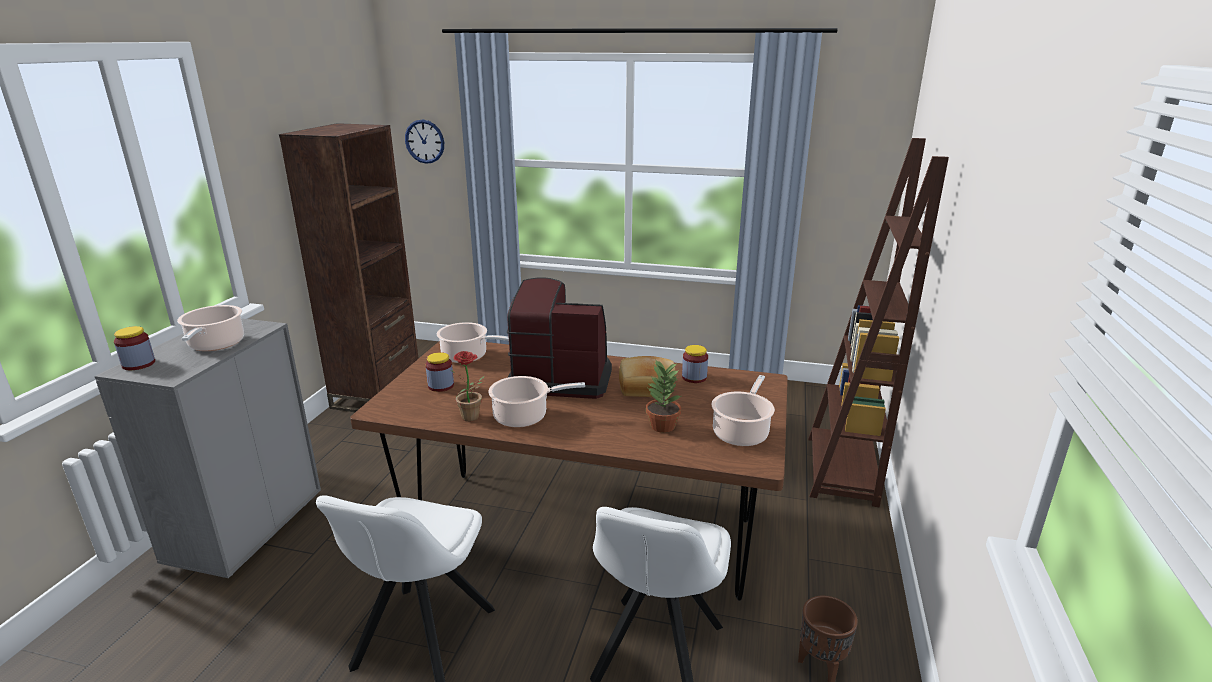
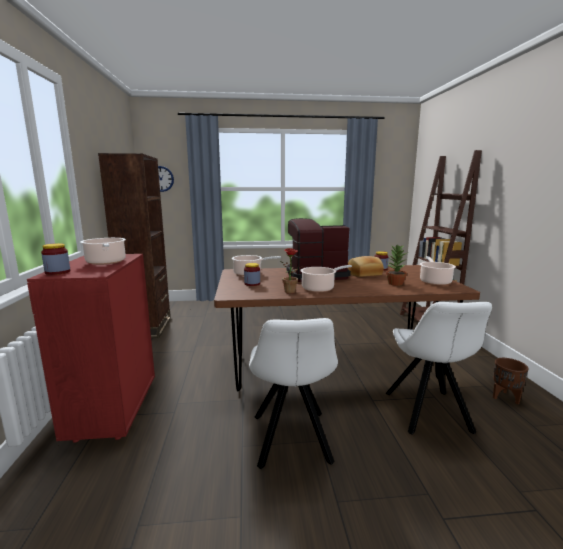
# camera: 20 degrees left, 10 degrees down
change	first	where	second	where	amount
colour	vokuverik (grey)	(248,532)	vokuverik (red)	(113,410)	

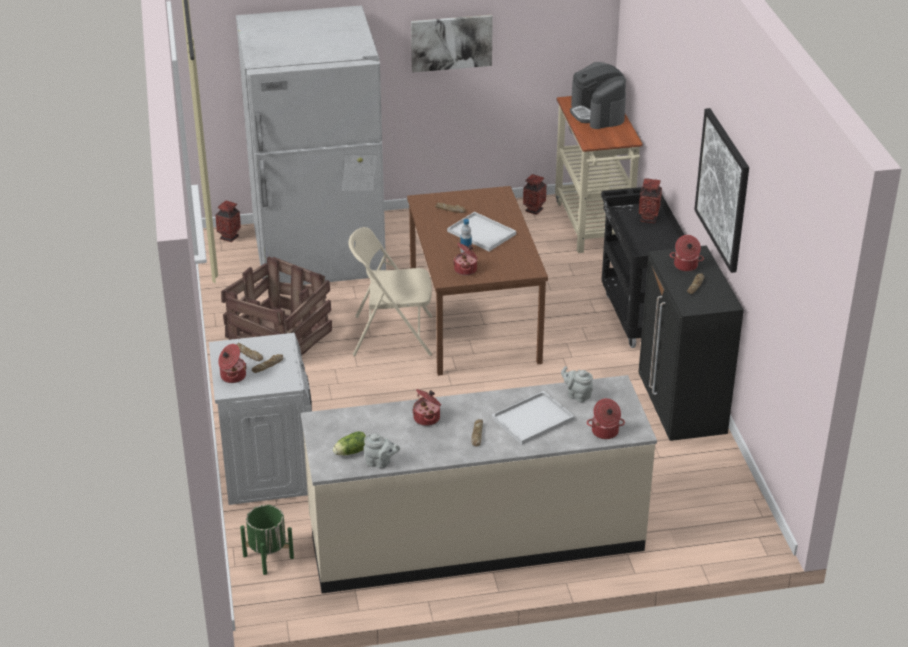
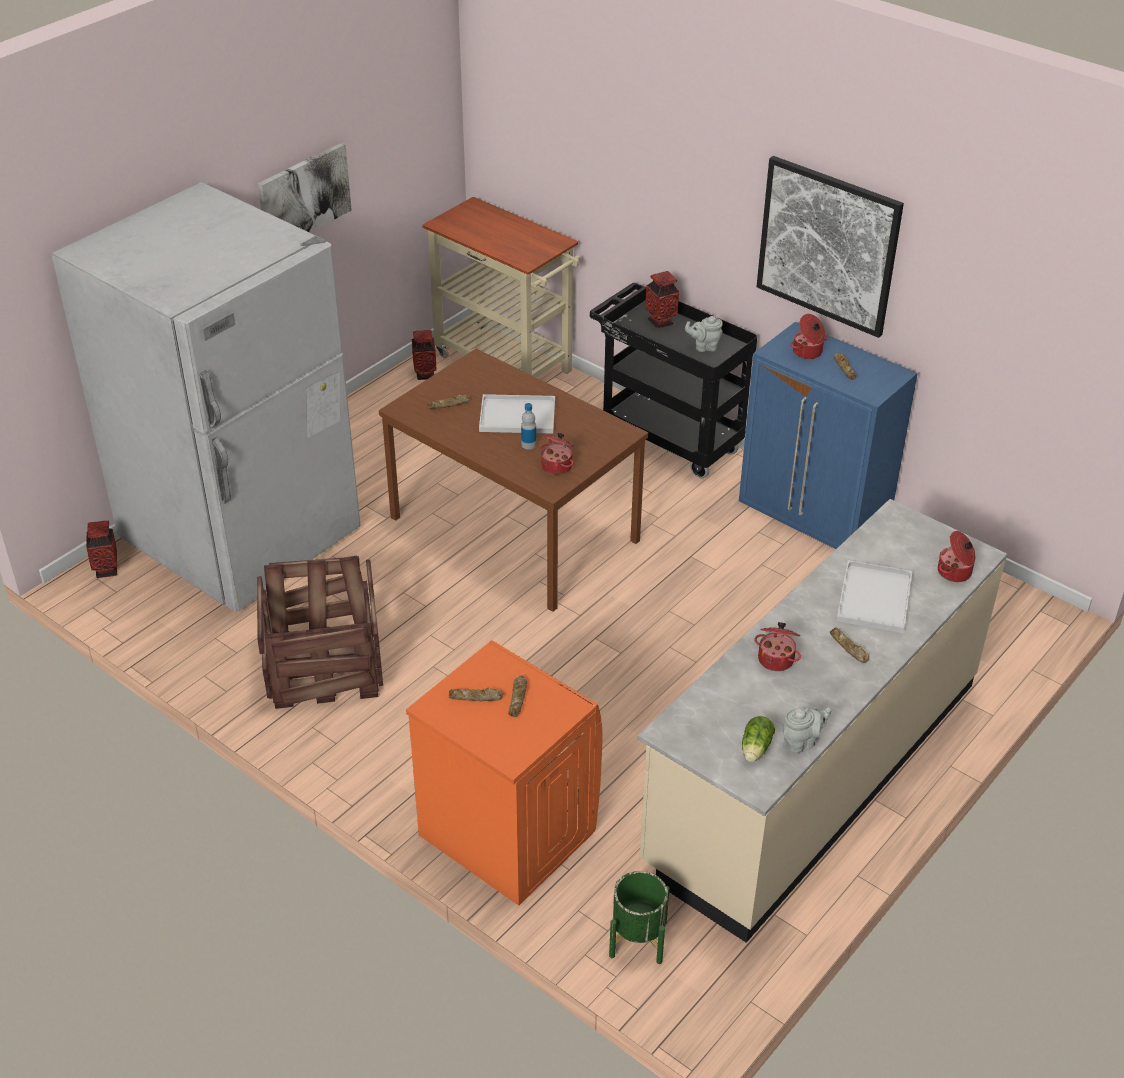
# camera: 40 degrees left, 5 degrees up
change	first	where	second	where	amount
missing	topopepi	(232,376)			
missing	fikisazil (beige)	(393,335)			
missing	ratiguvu	(597,113)			
relocated	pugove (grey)	(577,395)		(704,347)	
colour	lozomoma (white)	(267,470)	lozomoma (orange)	(507,833)	
colour	vokuverik (black)	(682,402)	vokuverik (blue)	(814,511)	

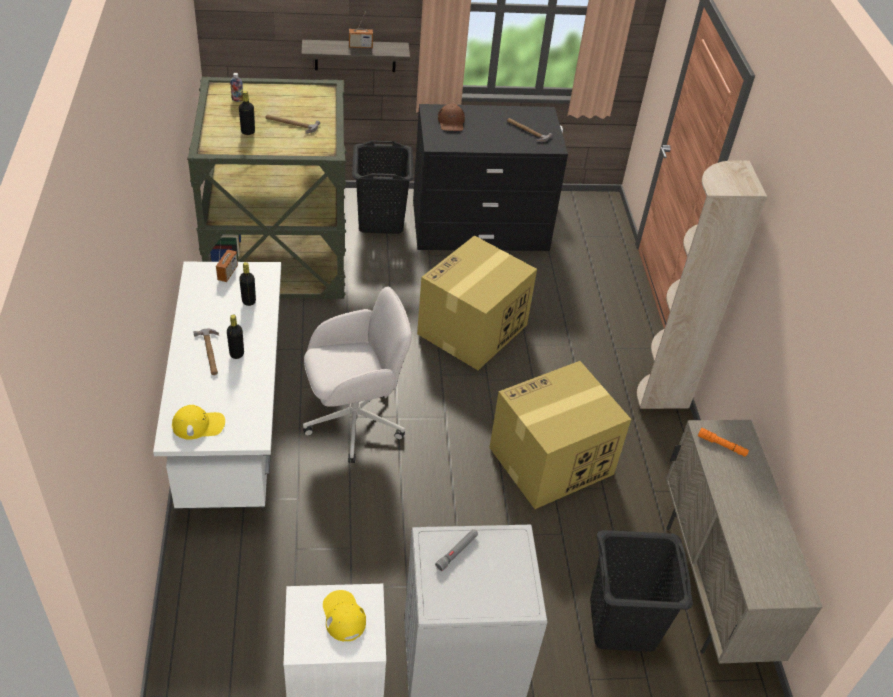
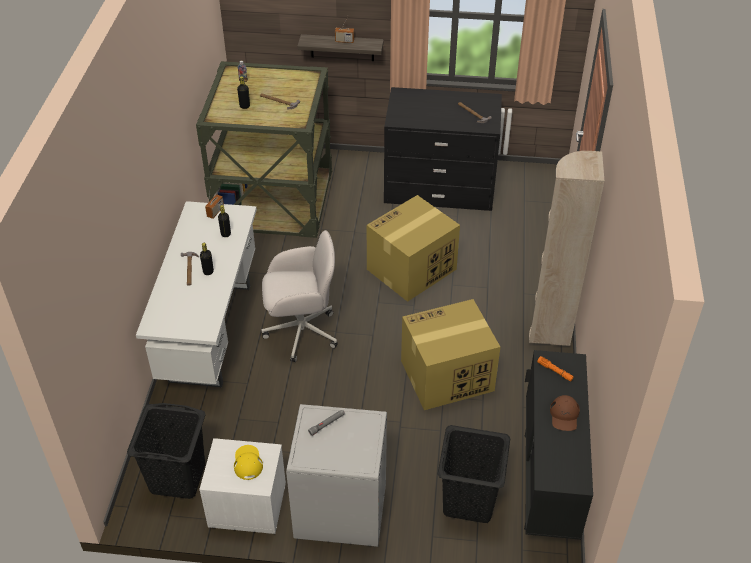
# camera: 15 degrees right, 0 degrees up
change	first	where	second	where	amount
missing	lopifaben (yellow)	(198,425)			
relocated	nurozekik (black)	(380,220)		(177,478)	
relocated	lopifaben (brown)	(451,122)		(564,415)	
colour	vokuverik (beige)	(711,587)	vokuverik (black)	(547,483)	

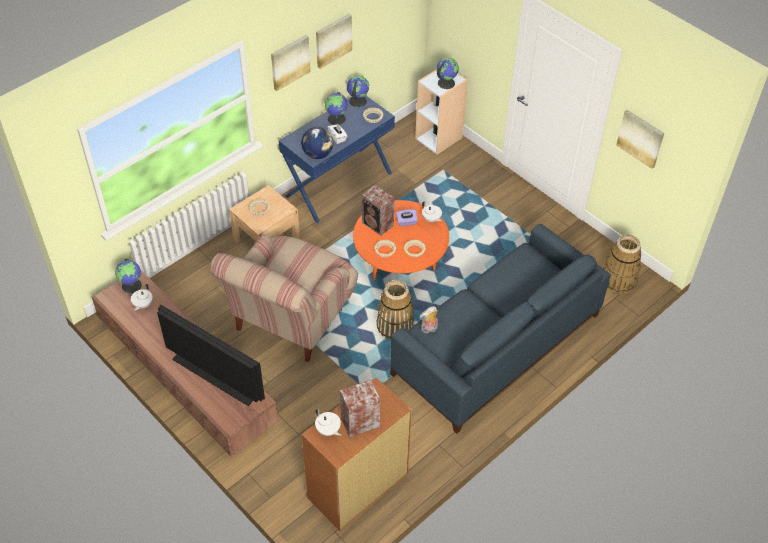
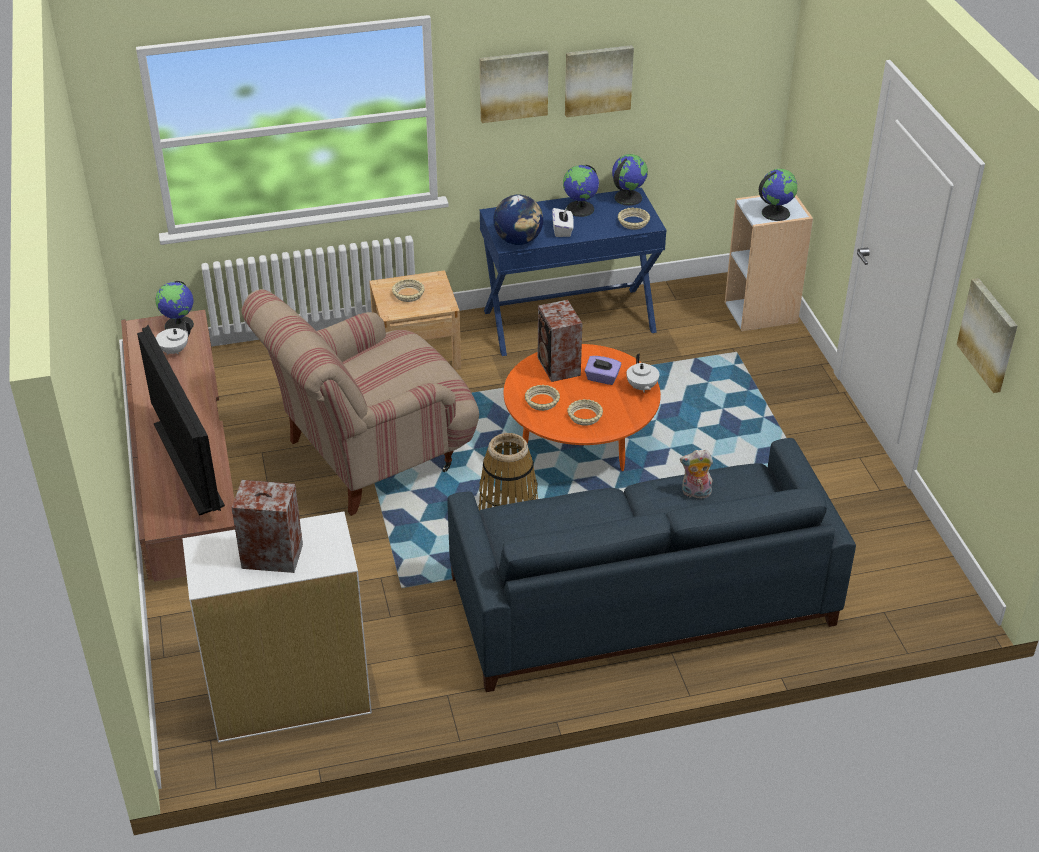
# camera: 30 degrees right, 10 degrees down
change	first	where	second	where	amount
missing	pugove (white)	(328,430)			
missing	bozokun	(618,280)			
relocated	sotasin	(429,329)		(695,493)	
colour	vokuverik (brown)	(357,486)	vokuverik (white)	(289,696)	

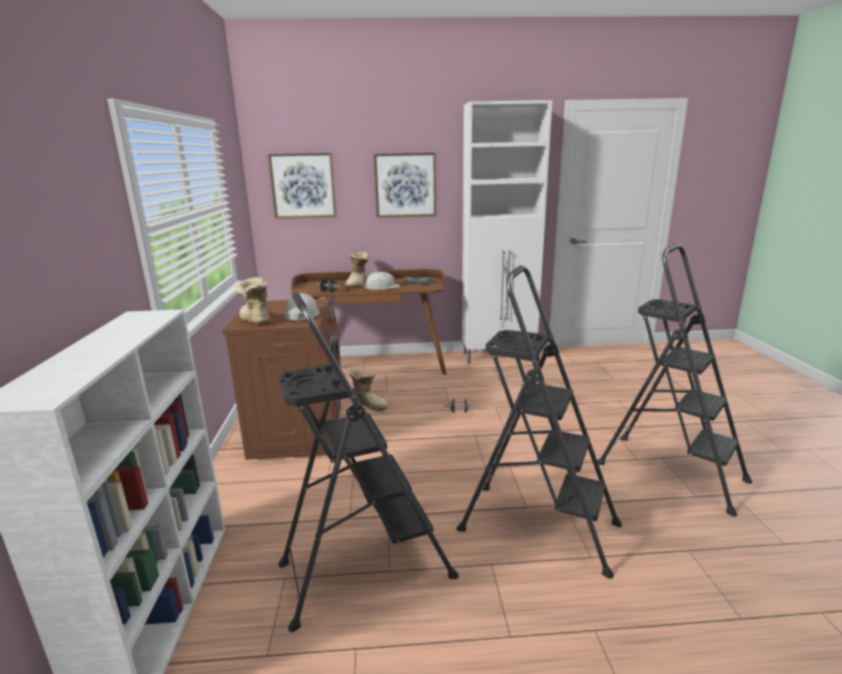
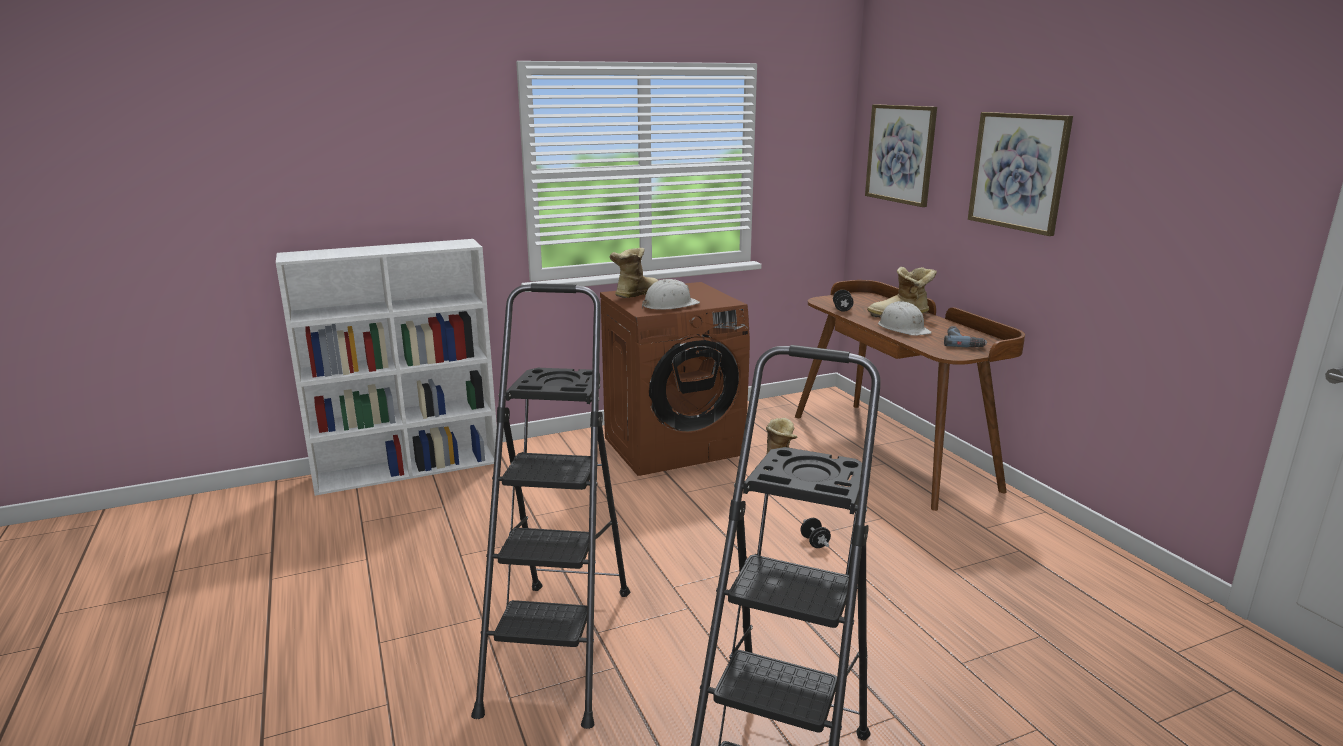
# camera: 70 degrees right, 0 degrees up
change	first	where	second	where	amount
missing	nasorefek	(364,570)			
missing	vokuverik (white)	(499,357)			

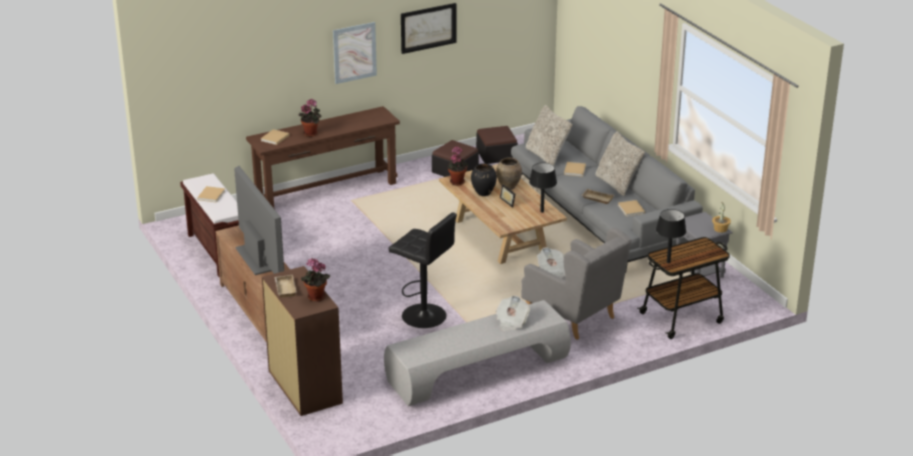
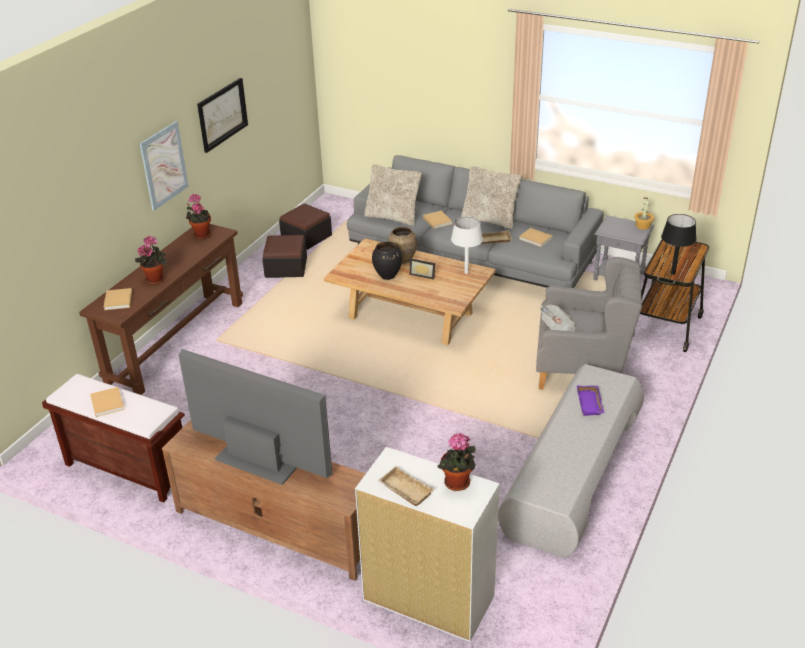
# camera: 35 degrees left, 5 degrees up
change	first	where	second	where	amount
missing	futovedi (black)	(424,316)			
relocated	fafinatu	(457,181)		(201,235)	
exchanged	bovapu	(511,322)	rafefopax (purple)	(591,403)	
colour	vokuverik (brown)	(305,386)	vokuverik (white)	(428,597)	
colour	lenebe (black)	(542,211)	lenebe (white)	(466,272)	

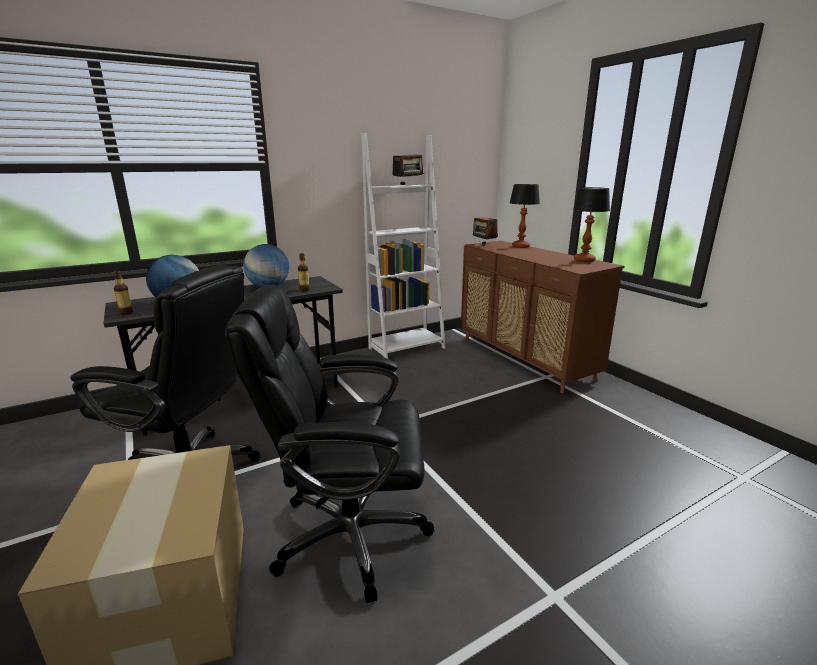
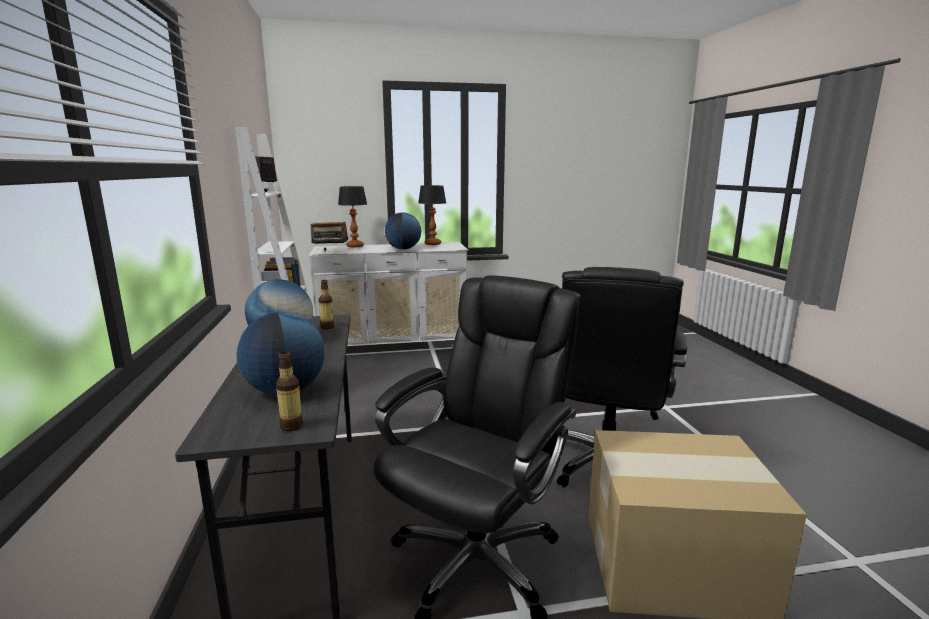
# camera: 70 degrees left, 5 degrees down
change	first	where	second	where	amount
appeared			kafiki	(403,249)	
colour	vokuverik (brown)	(524,359)	vokuverik (white)	(394,347)	

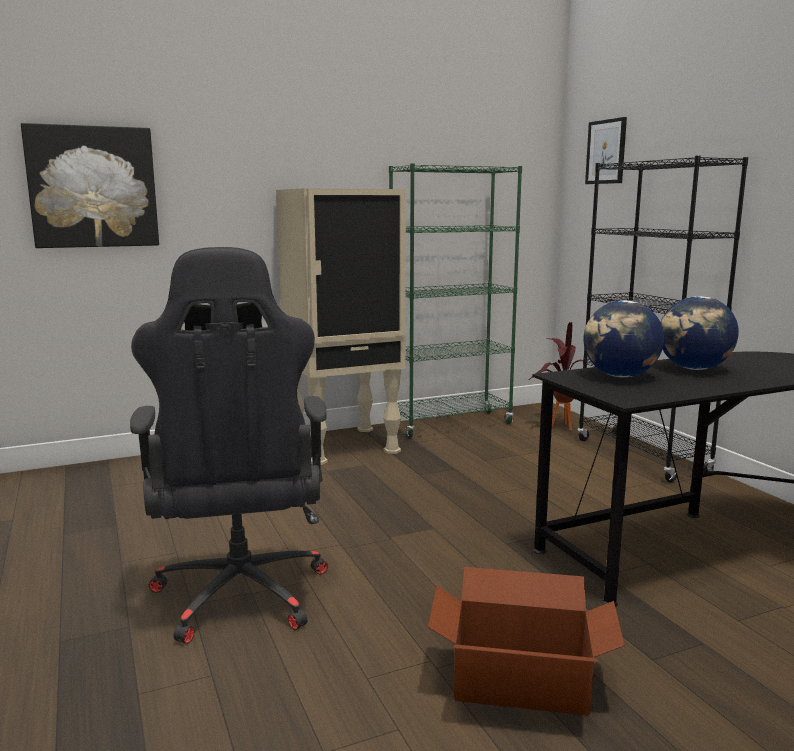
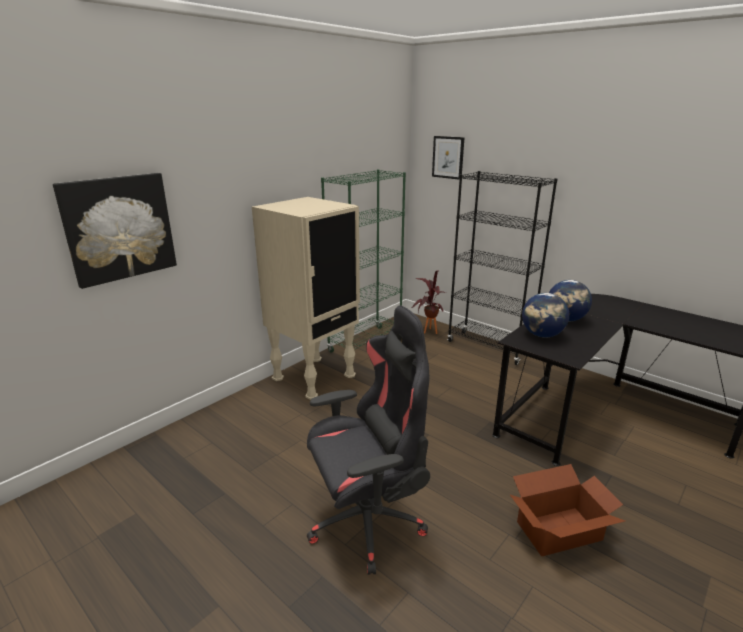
# camera: 25 degrees left, 10 degrees up
change	first	where	second	where	amount
spun	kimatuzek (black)	(240,592)		(365,523)	75 degrees counterclockwise

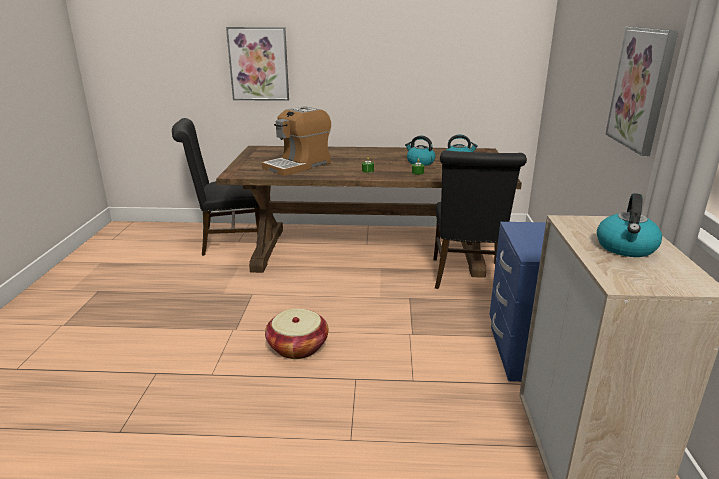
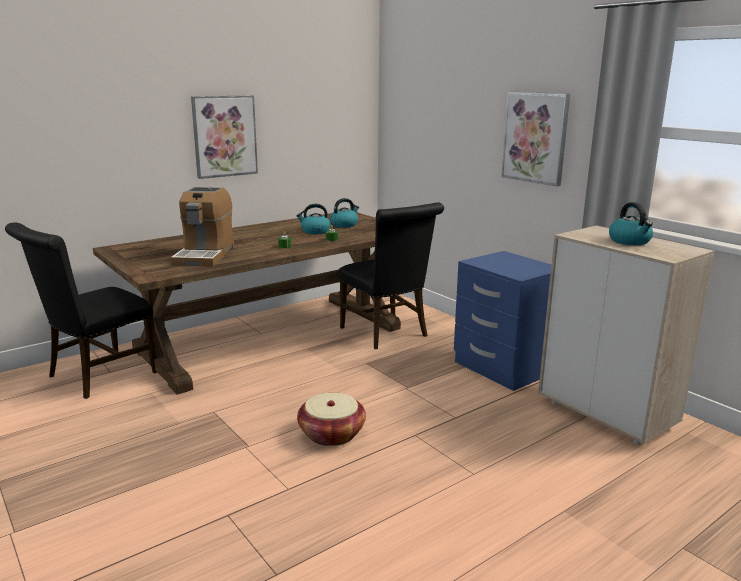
# camera: 40 degrees left, 5 degrees down
change	first	where	second	where	amount
relocated	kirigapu	(259,64)		(224,136)	

